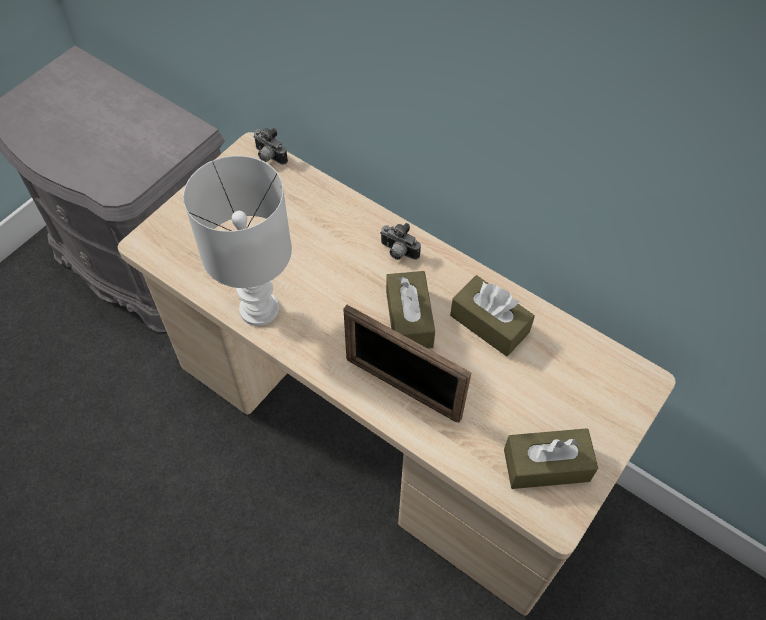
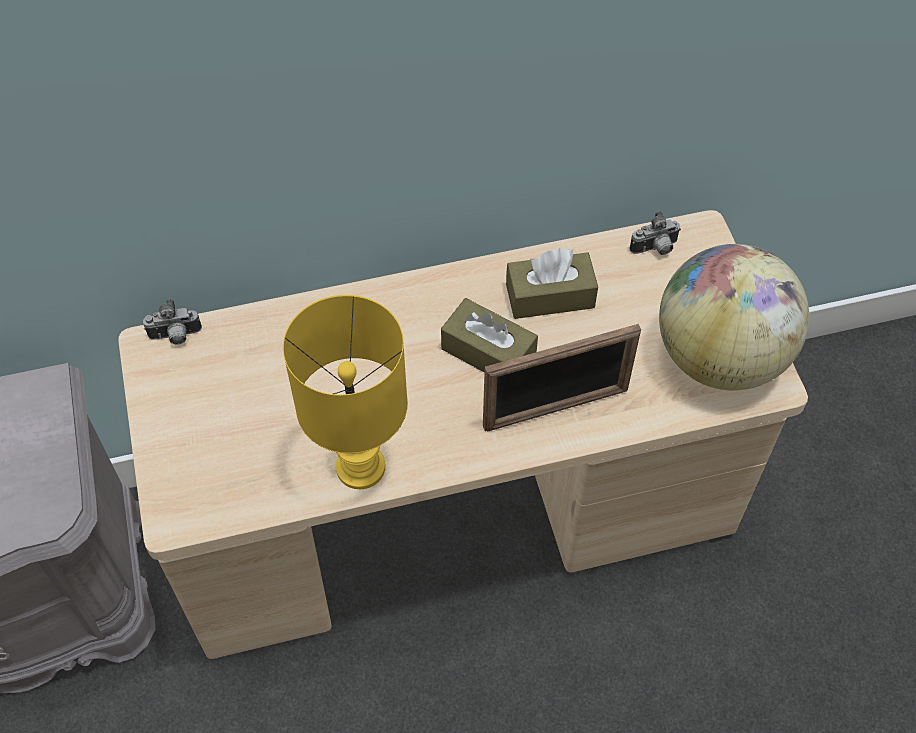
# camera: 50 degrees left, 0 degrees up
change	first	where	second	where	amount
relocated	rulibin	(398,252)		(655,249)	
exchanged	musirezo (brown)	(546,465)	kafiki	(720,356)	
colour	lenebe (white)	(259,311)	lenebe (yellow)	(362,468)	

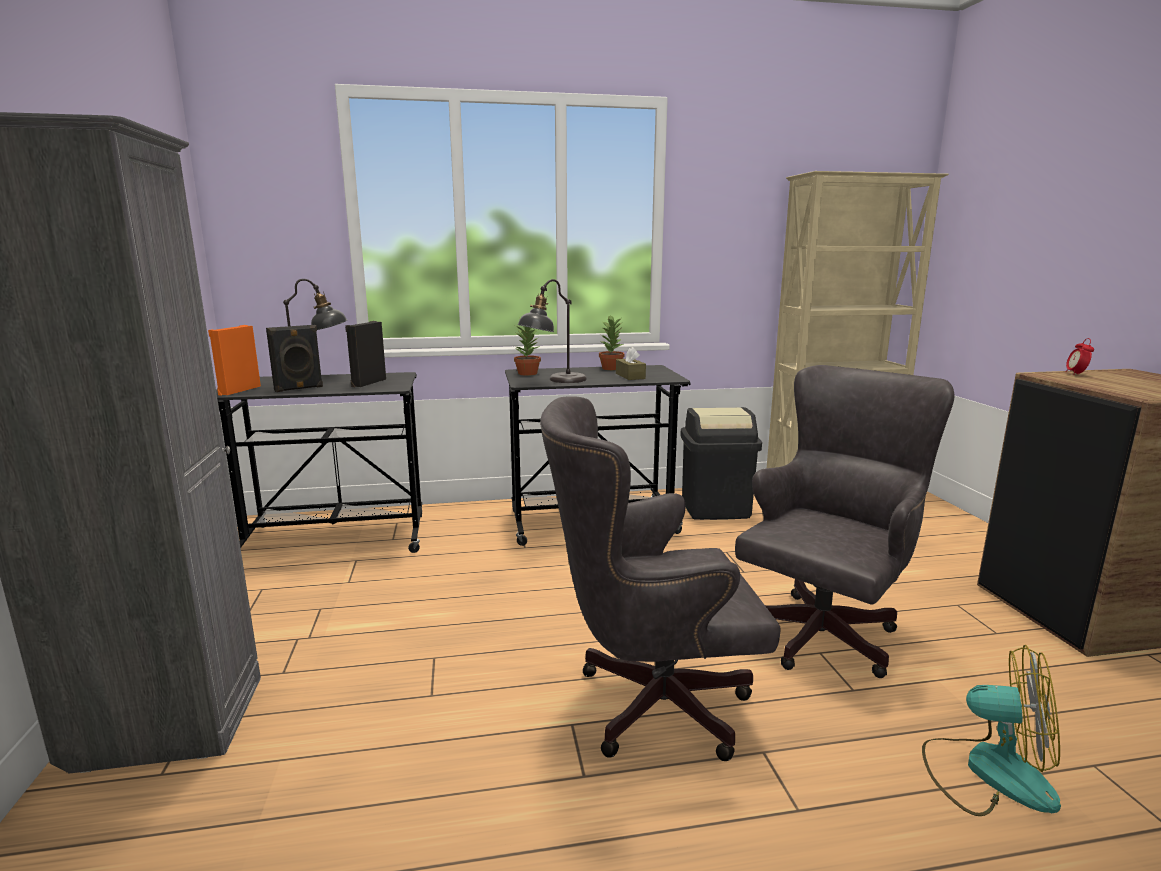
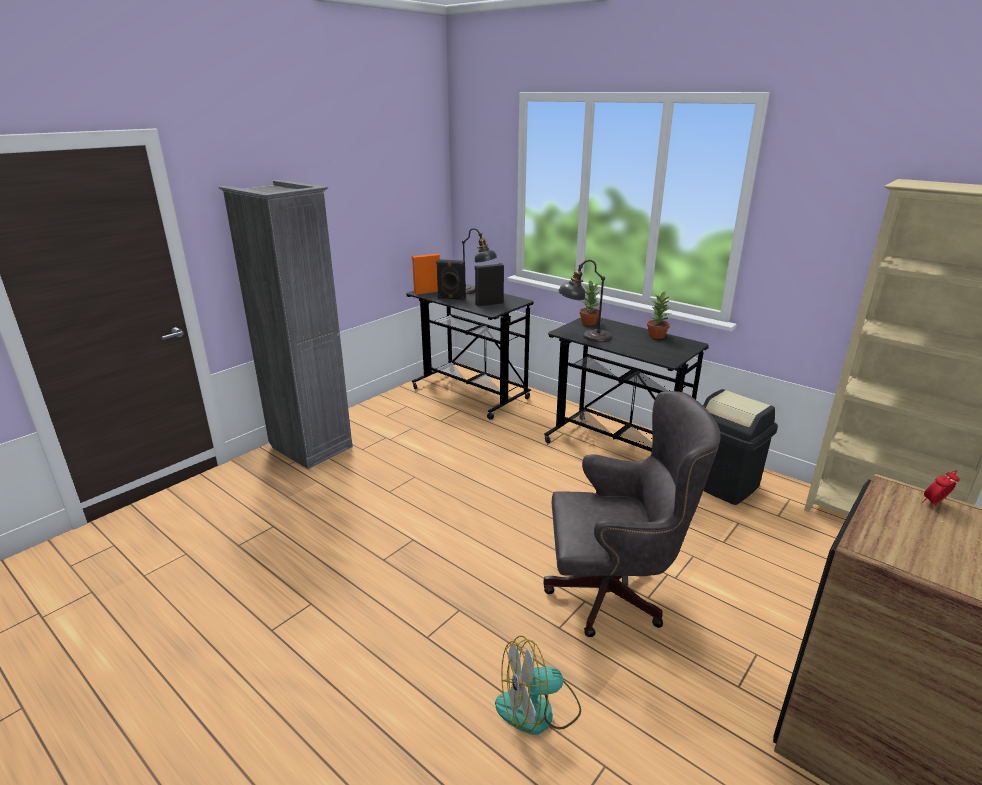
# camera: 50 degrees right, 10 degrees up
change	first	where	second	where	amount
missing	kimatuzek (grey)	(650,706)			
missing	musirezo (brown)	(630,376)			
spun	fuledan	(987,772)		(538,709)	90 degrees clockwise

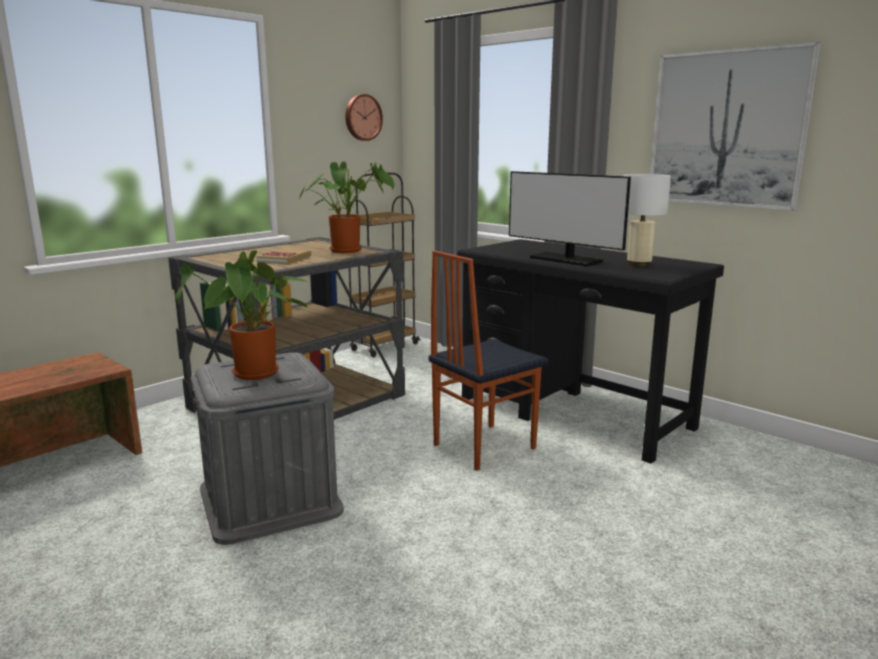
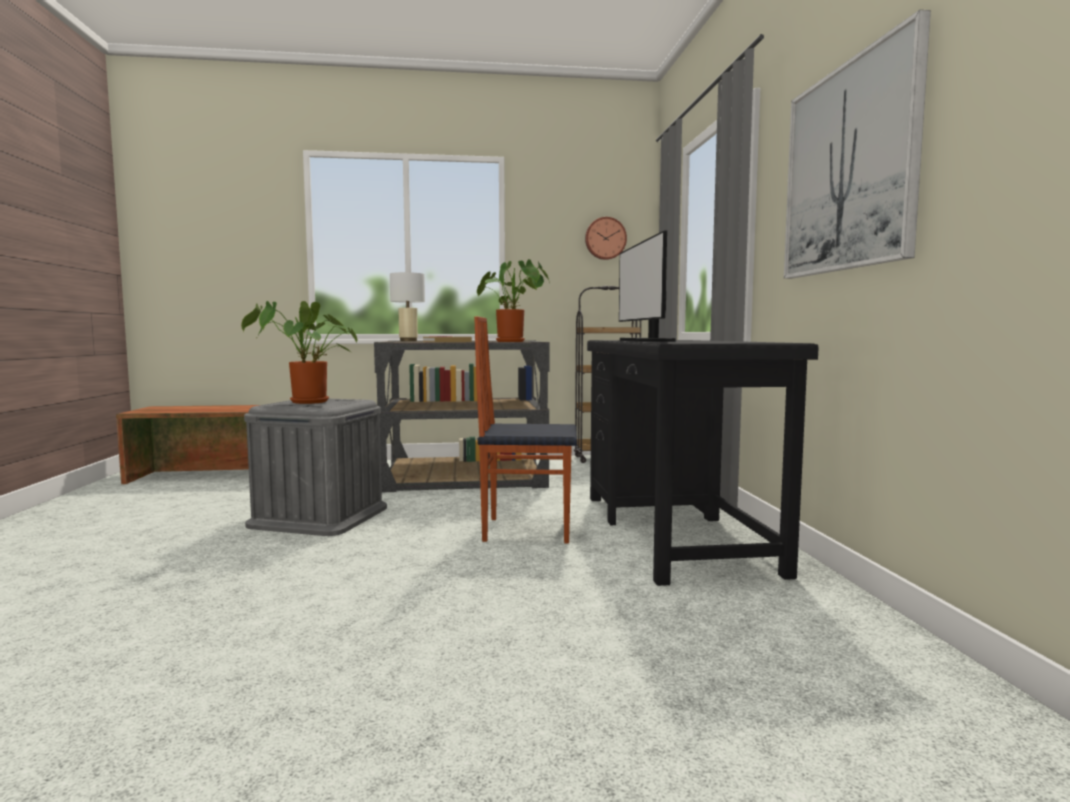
# camera: 40 degrees right, 10 degrees down
change	first	where	second	where	amount
relocated	lenebe (white)	(639,264)		(408,340)	

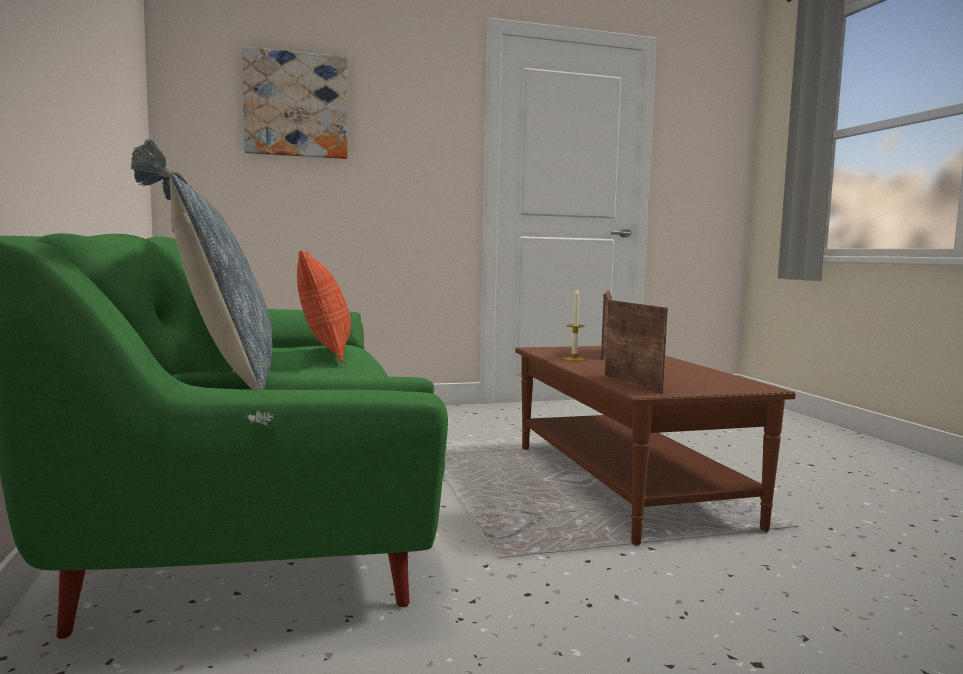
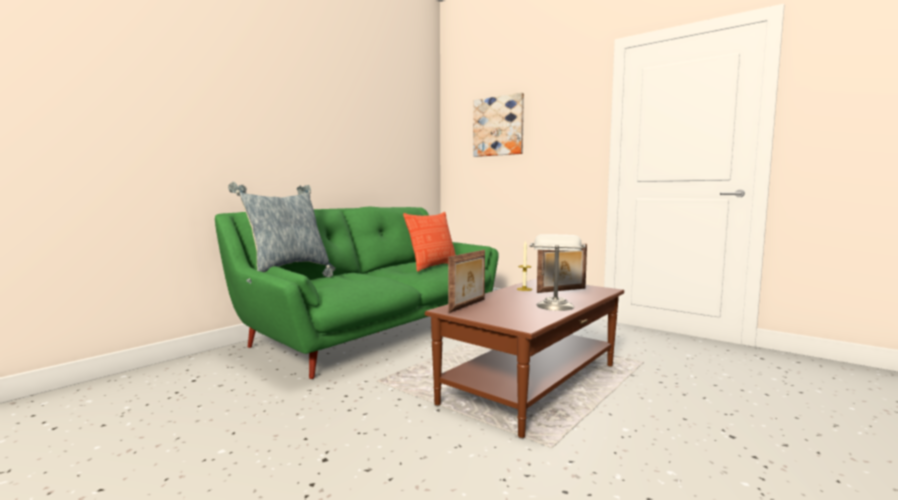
# camera: 55 degrees right, 0 degrees up
change	first	where	second	where	amount
appeared			lenebe (white)	(554,304)	

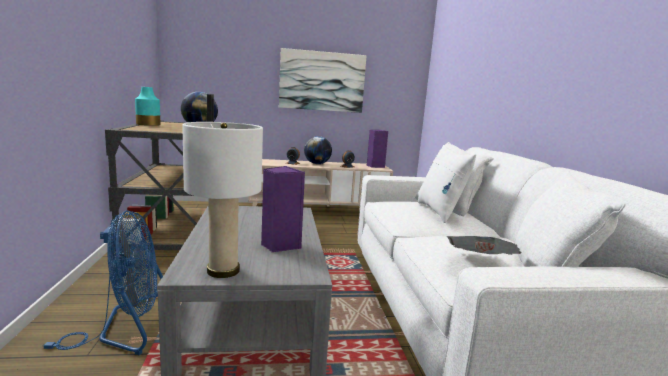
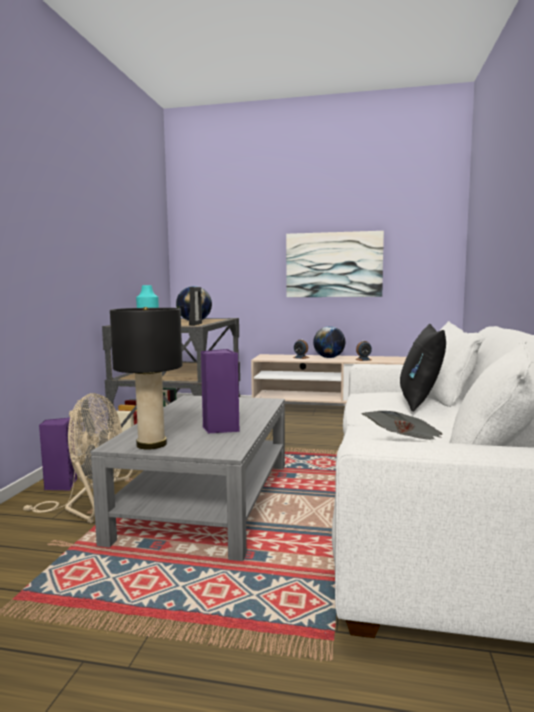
# camera: 20 degrees right, 5 degrees down
change	first	where	second	where	amount
relocated	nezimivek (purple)	(375,166)		(60,485)	
colour	fuledan (blue)	(124,326)	fuledan (beige)	(89,500)	
colour	lenebe (white)	(222,271)	lenebe (black)	(151,444)	
colour	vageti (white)	(439,212)	vageti (black)	(420,402)	

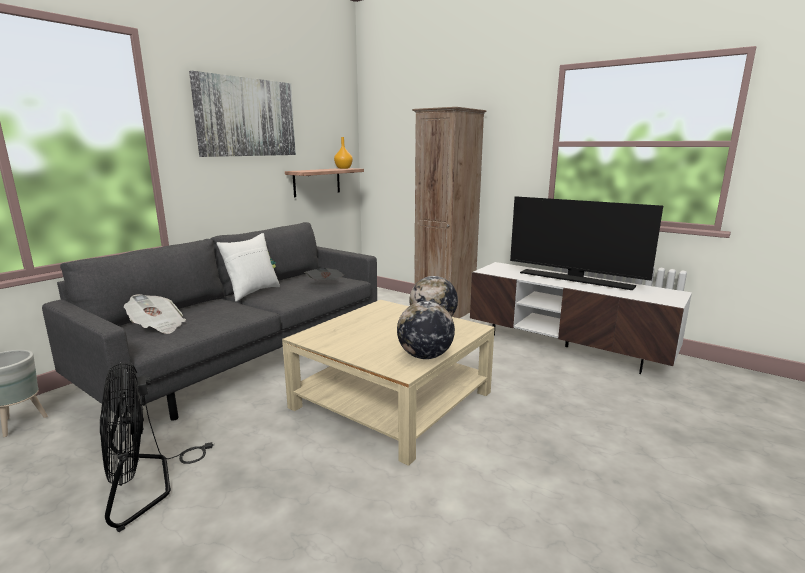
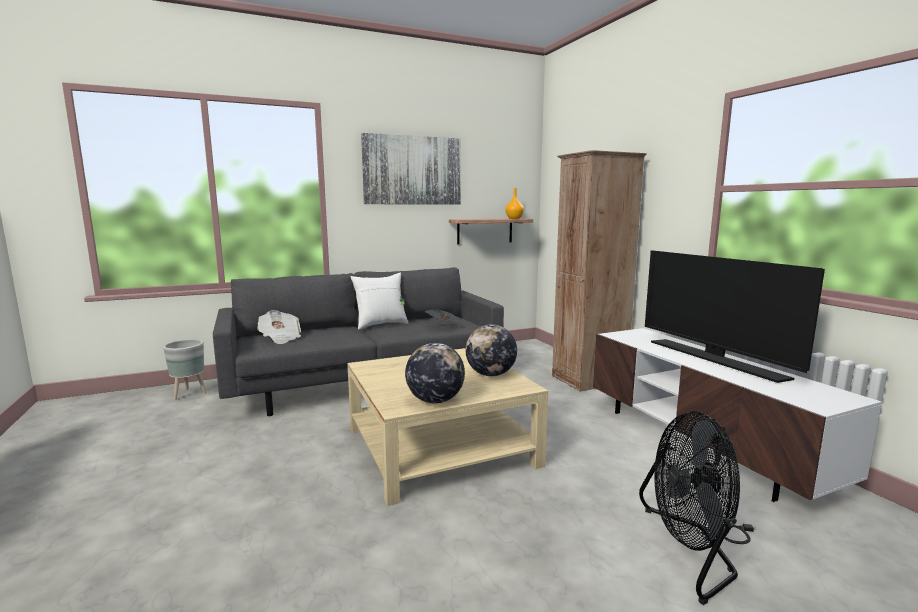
# camera: 30 degrees right, 5 degrees down
change	first	where	second	where	amount
relocated	fuledan (black)	(148,479)		(696,548)	

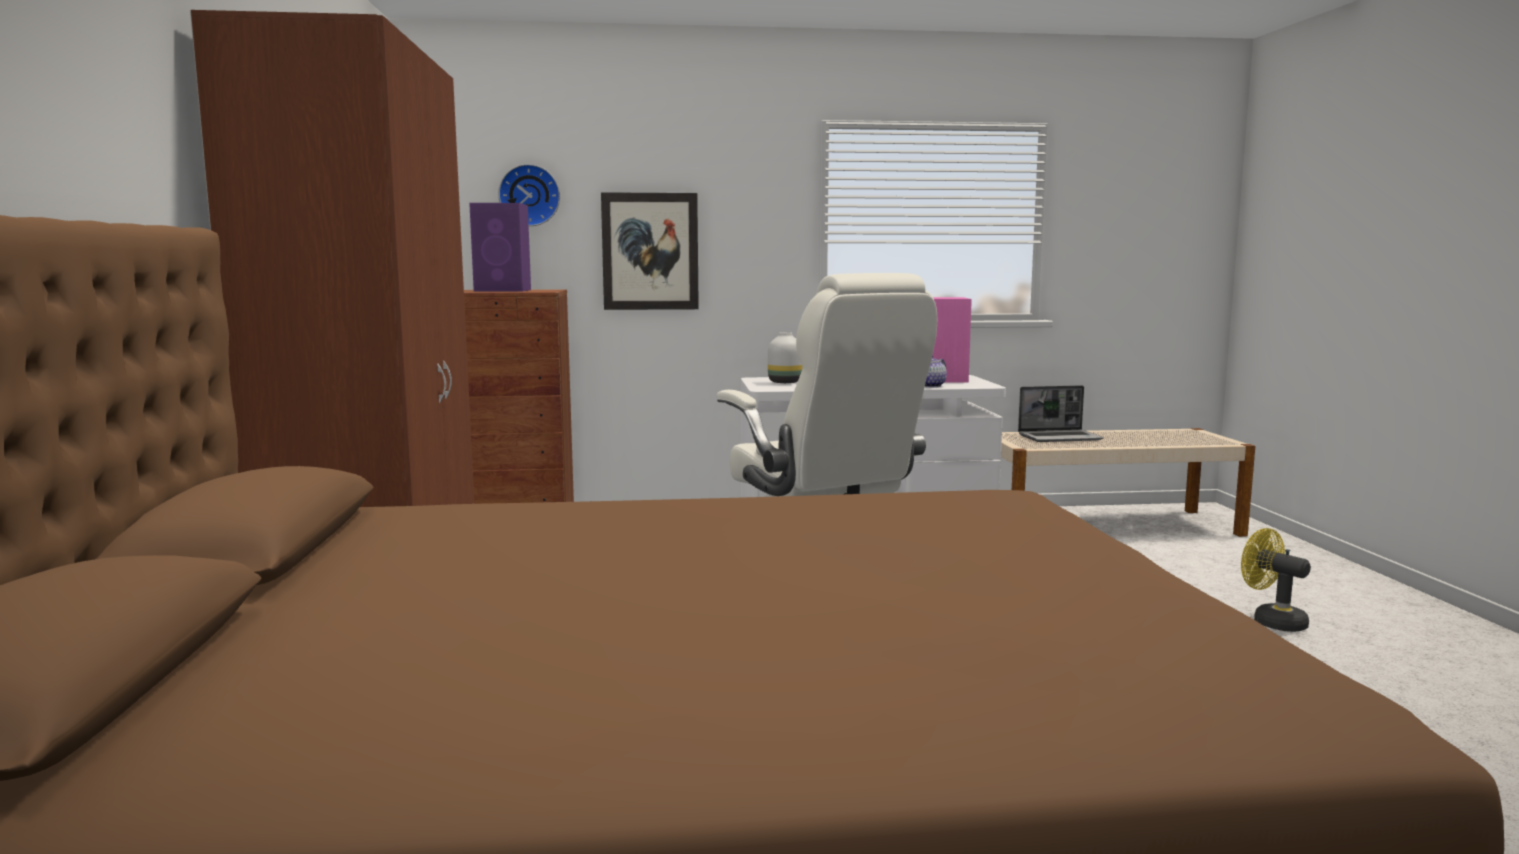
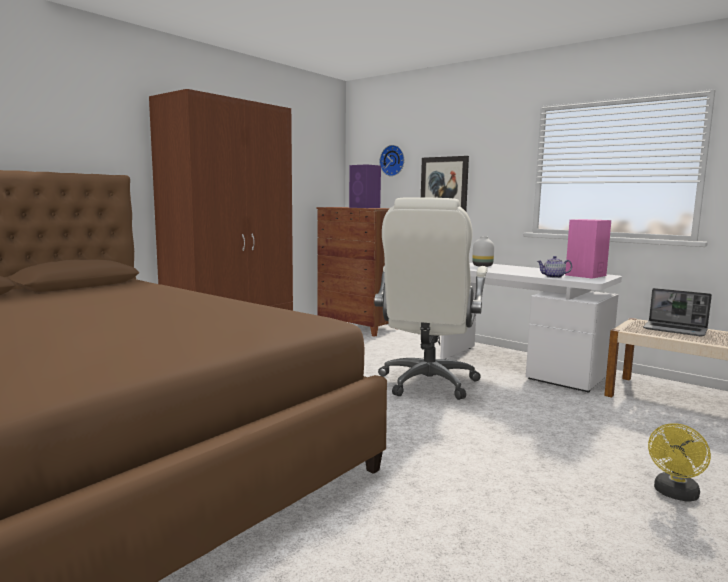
# camera: 45 degrees right, 0 degrees up
change	first	where	second	where	amount
spun	fuledan (yellow)	(1271,621)		(675,494)	150 degrees counterclockwise

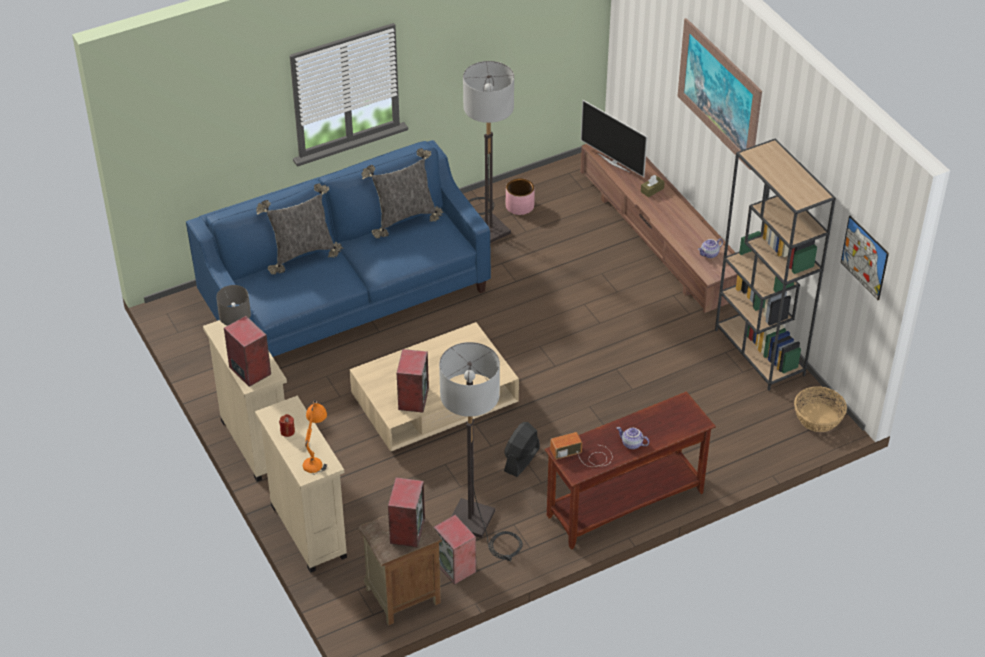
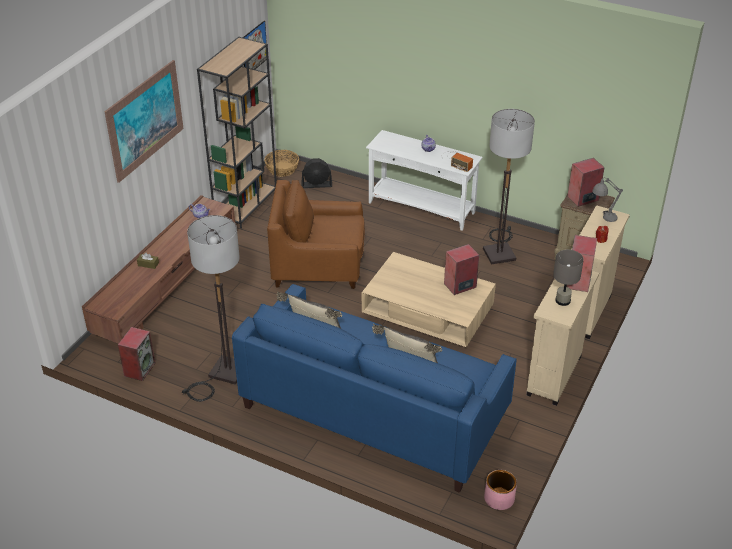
# camera: 125 degrees left, 5 degrees down
change	first	where	second	where	amount
missing	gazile	(614,162)			
appeared			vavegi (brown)	(319,264)	
relocated	nezimivek	(456,567)		(139,369)	
relocated	fuledan (black)	(521,460)		(317,184)	
relocated	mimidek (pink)	(519,206)		(499,498)	
colour	lenebe (orange)	(316,457)	lenebe (grey)	(602,219)	
colour	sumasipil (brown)	(624,504)	sumasipil (white)	(422,208)	

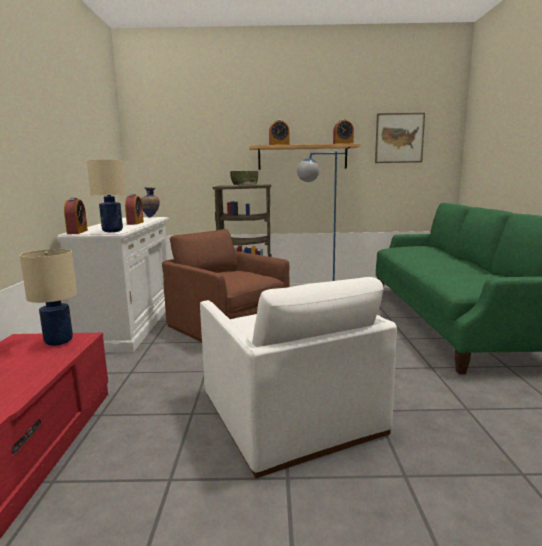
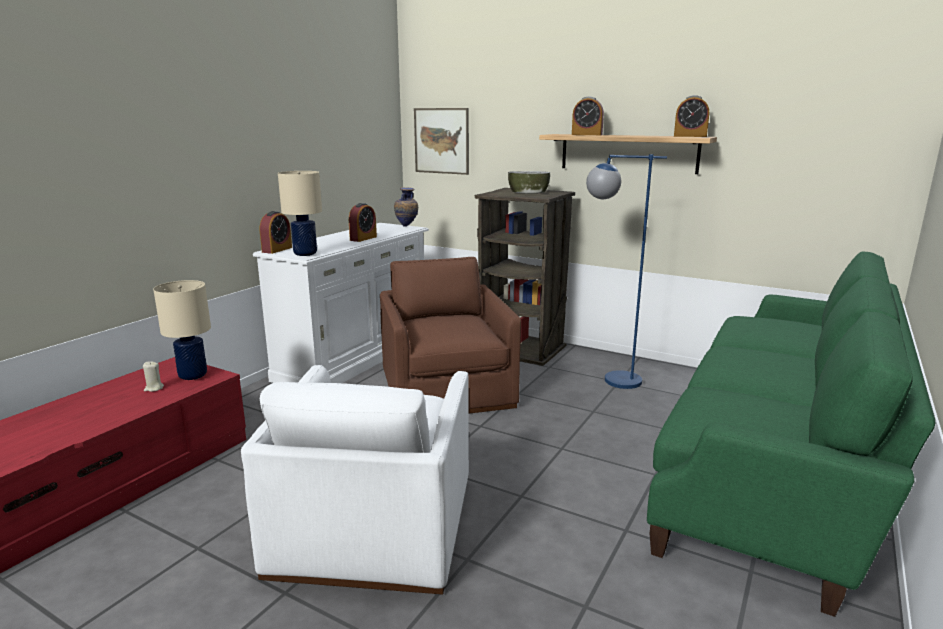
# camera: 30 degrees right, 5 degrees up
change	first	where	second	where	amount
appeared			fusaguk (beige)	(154,388)	
relocated	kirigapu	(399,138)		(441,141)	

